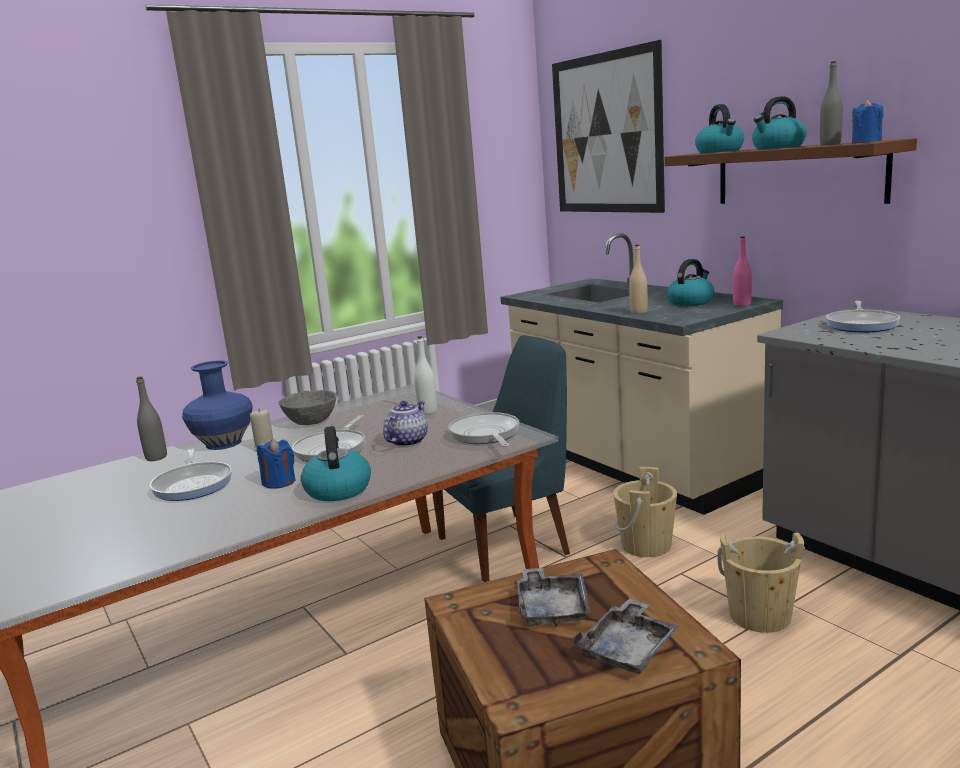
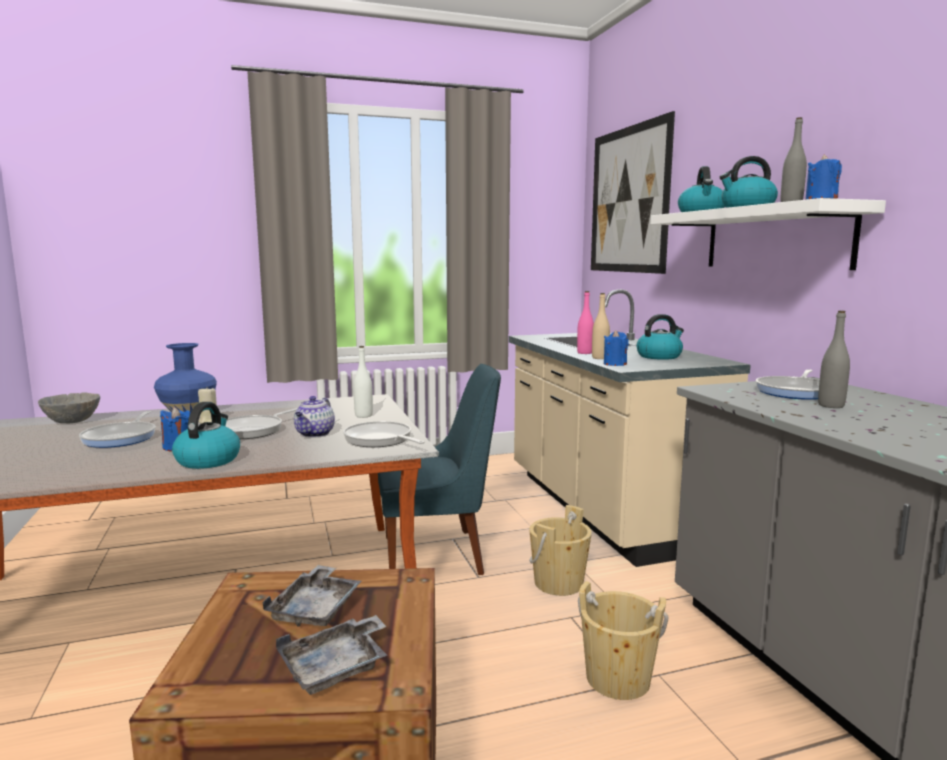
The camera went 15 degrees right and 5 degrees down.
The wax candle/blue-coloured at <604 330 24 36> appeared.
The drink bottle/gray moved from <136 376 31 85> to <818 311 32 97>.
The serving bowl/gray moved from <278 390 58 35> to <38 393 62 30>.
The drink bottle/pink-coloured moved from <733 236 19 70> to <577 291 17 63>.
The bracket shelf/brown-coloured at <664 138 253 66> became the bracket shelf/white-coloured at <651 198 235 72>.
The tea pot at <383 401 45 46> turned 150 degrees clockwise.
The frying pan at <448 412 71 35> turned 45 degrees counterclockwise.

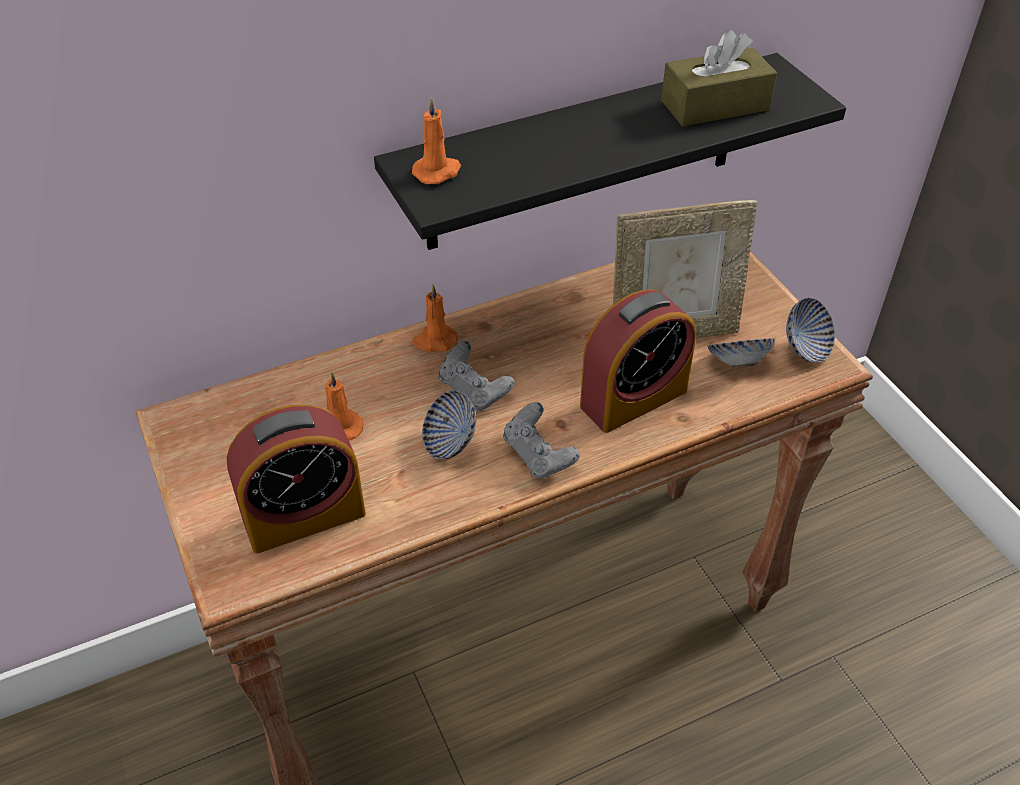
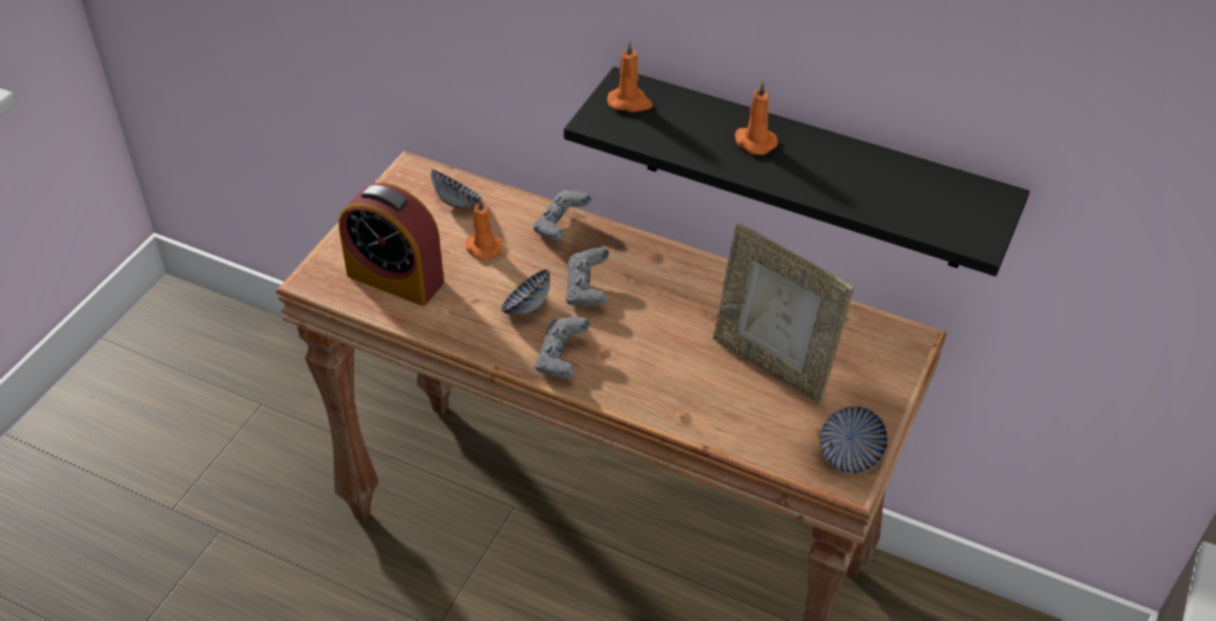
The camera went 50 degrees right and 0 degrees up.
The alarm clock at <580 289 116 144> disappeared.
The tissue holder/brown-coloured at <661 30 116 97> disappeared.
The gamepad/gray at <533 190 59 51> appeared.
The wax candle/orangey moved from <412 285 46 67> to <735 81 43 74>.
The serving bowl moved from <708 338 67 30> to <431 170 51 40>.

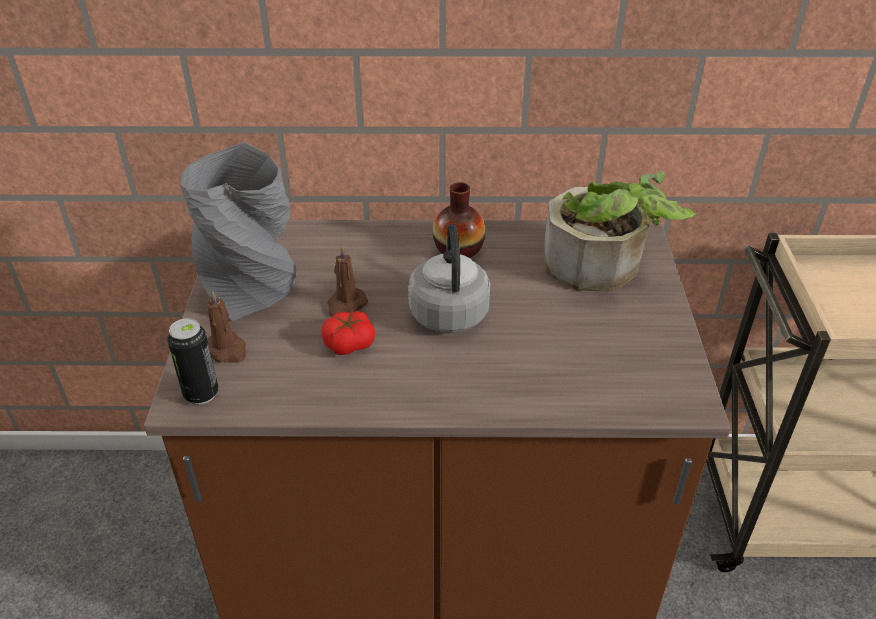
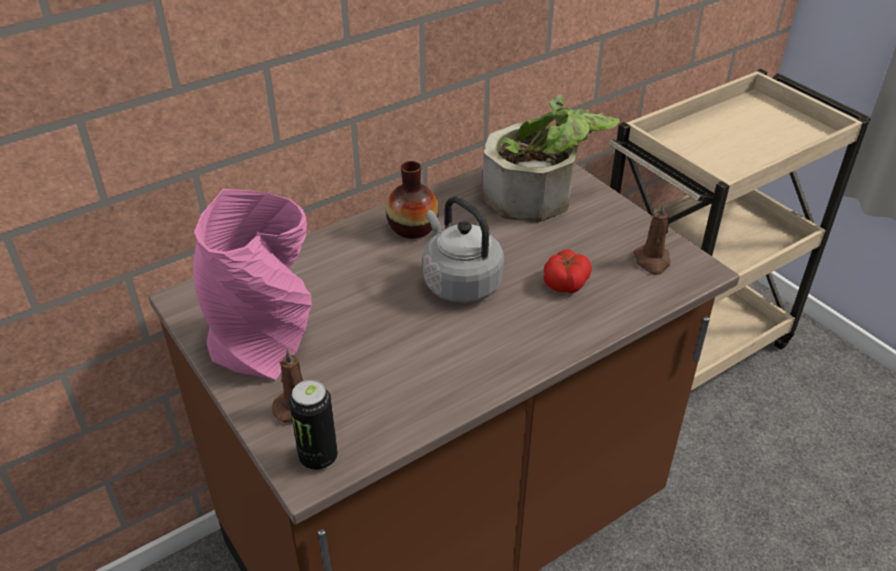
The camera went 35 degrees left and 0 degrees up.
The whole tomato moved from <321 311 54 44> to <544 249 48 44>.
The wax candle/brown-coloured moved from <327 245 41 72> to <633 202 38 73>.
The vase/gray at <180 142 116 179> became the vase/pink-coloured at <193 189 119 191>.

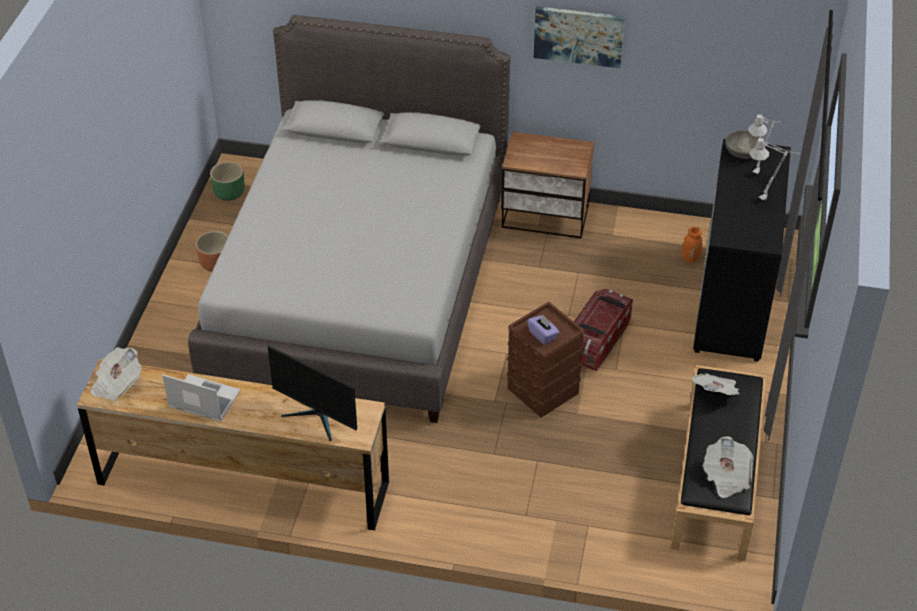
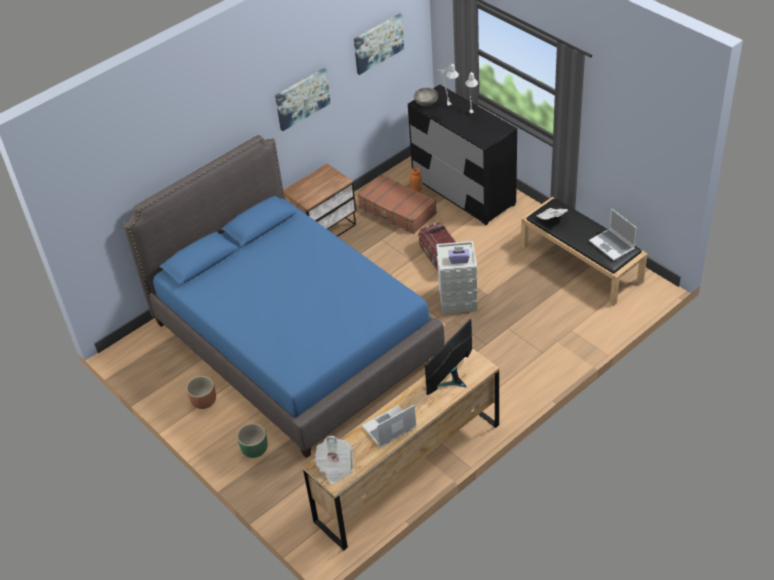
The camera went 50 degrees left and 0 degrees up.
The picture at <354 13 50 62> appeared.
The suitcase/brown-coloured at <358 174 79 60> appeared.
The planter/green-coloured moved from <210 162 35 39> to <237 423 31 35>.
The newspaper at <703 436 50 62> was replaced by the portable computer at <589 208 48 53>.
The bedroom bed/gray at <188 15 322 408> became the bedroom bed/blue-coloured at <123 135 322 323>.
The storage bin/brown-coloured at <507 302 78 116> became the storage bin/gray at <436 241 42 73>.
The computer display at <268 346 89 95> turned 150 degrees clockwise.

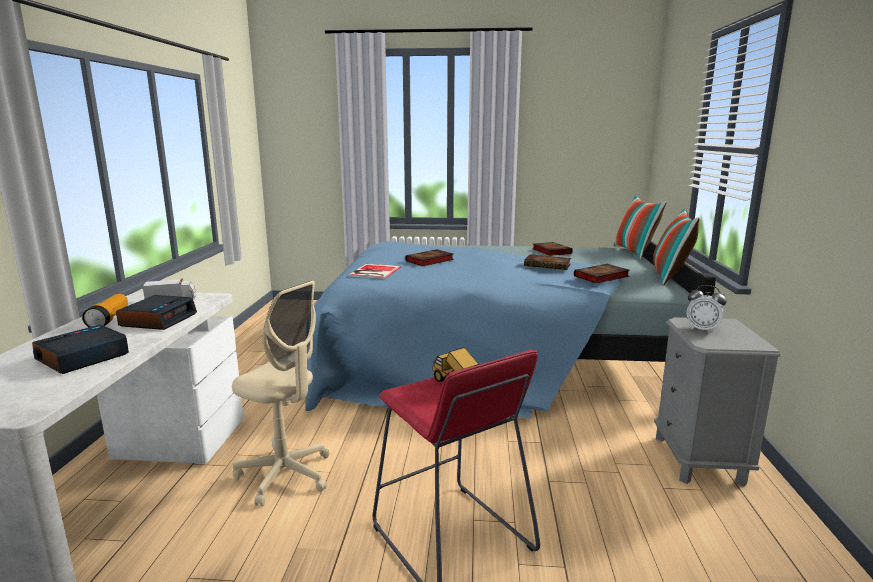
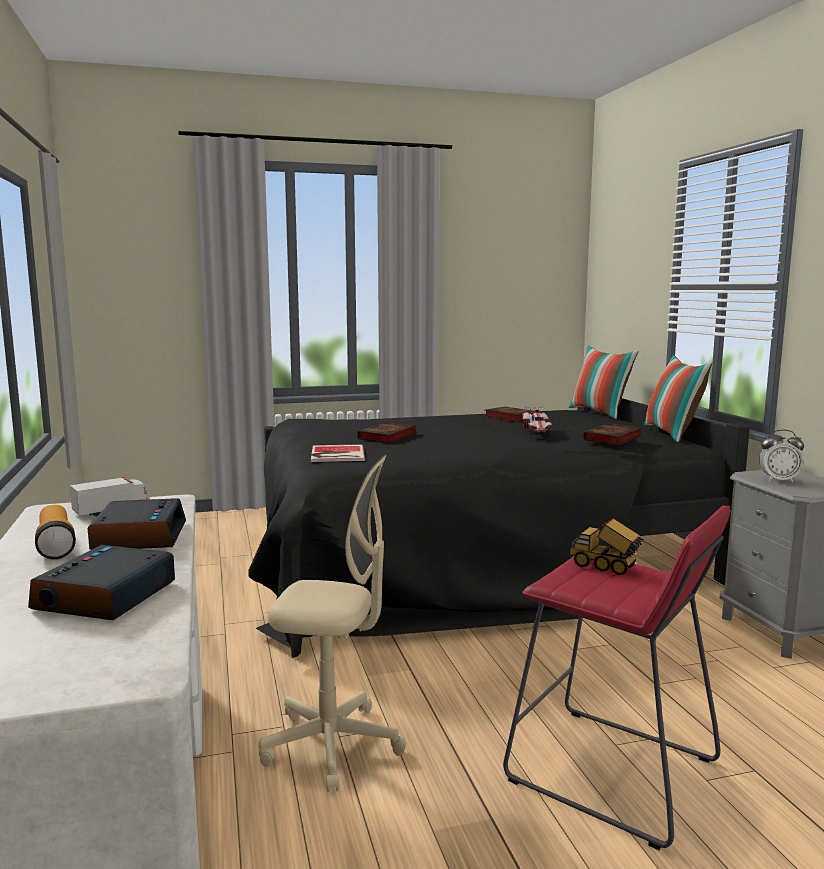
The camera went 20 degrees left and 5 degrees down.
The book at <524 254 47 16> was replaced by the model car at <522 406 30 29>.
The bedroom bed/blue-coloured at <305 241 411 177> became the bedroom bed/black at <248 398 502 260>.

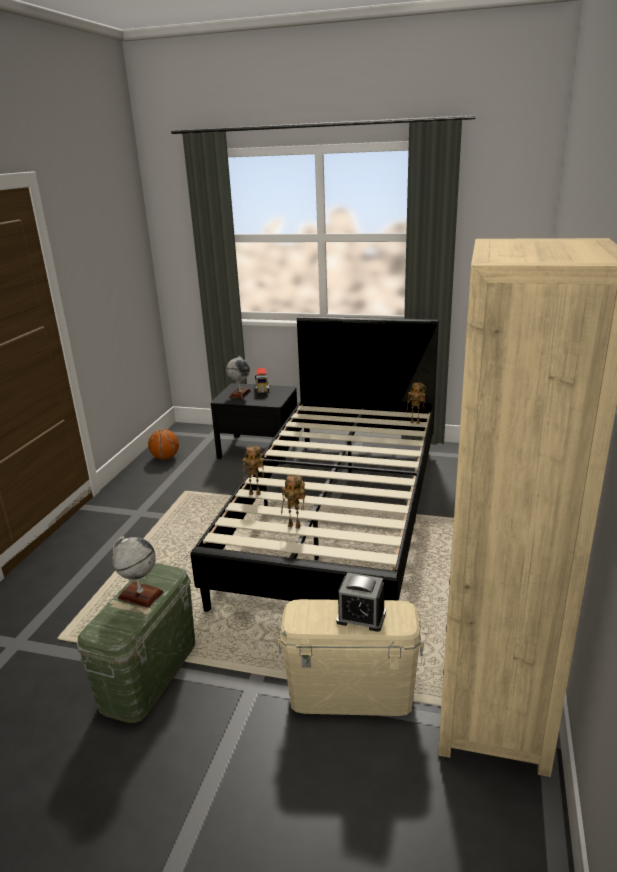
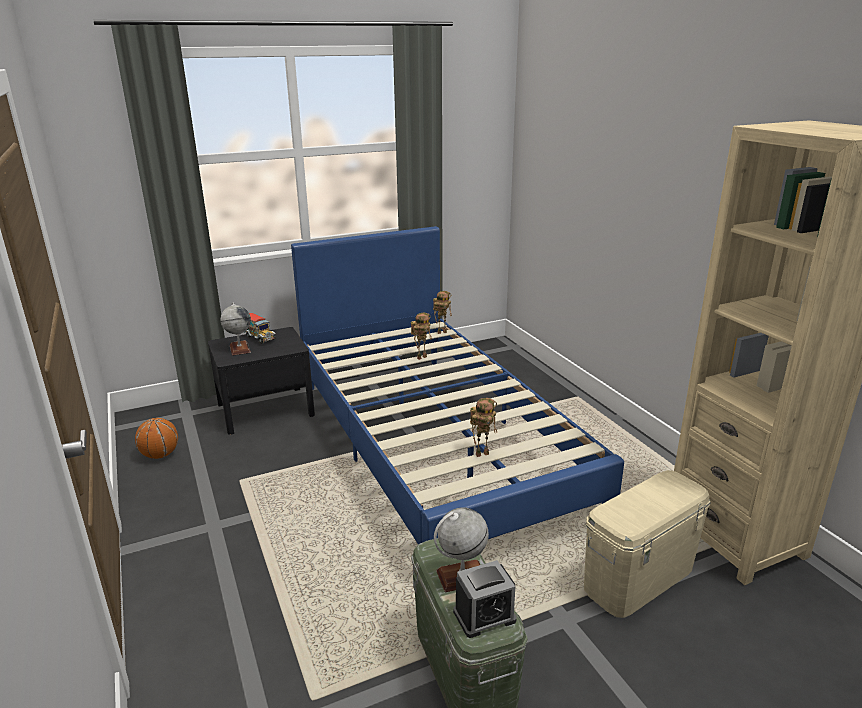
The camera went 40 degrees left and 0 degrees up.
The robot figure moved from <242 446 22 49> to <411 313 21 47>.
The alarm clock moved from <336 572 50 60> to <453 560 64 78>.
The bedroom bed/black at <191 316 248 296> became the bedroom bed/blue-coloured at <291 226 333 318>.

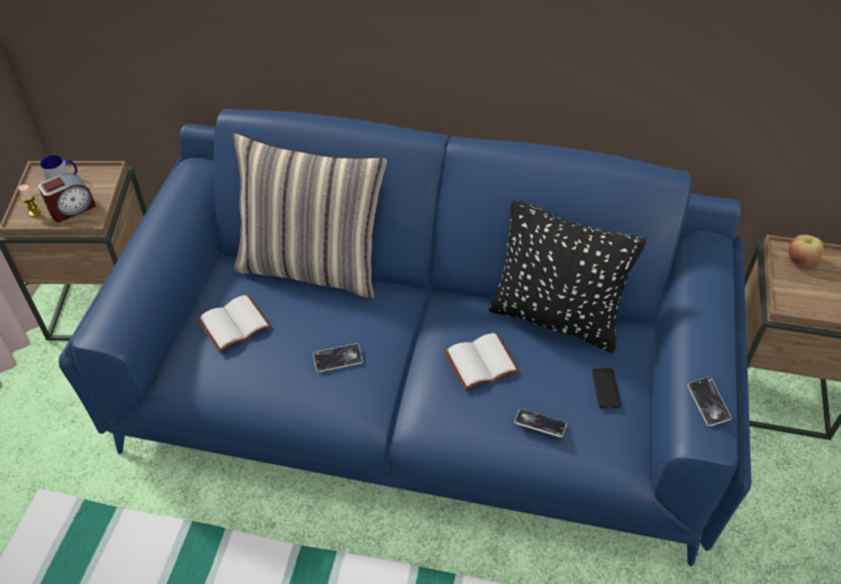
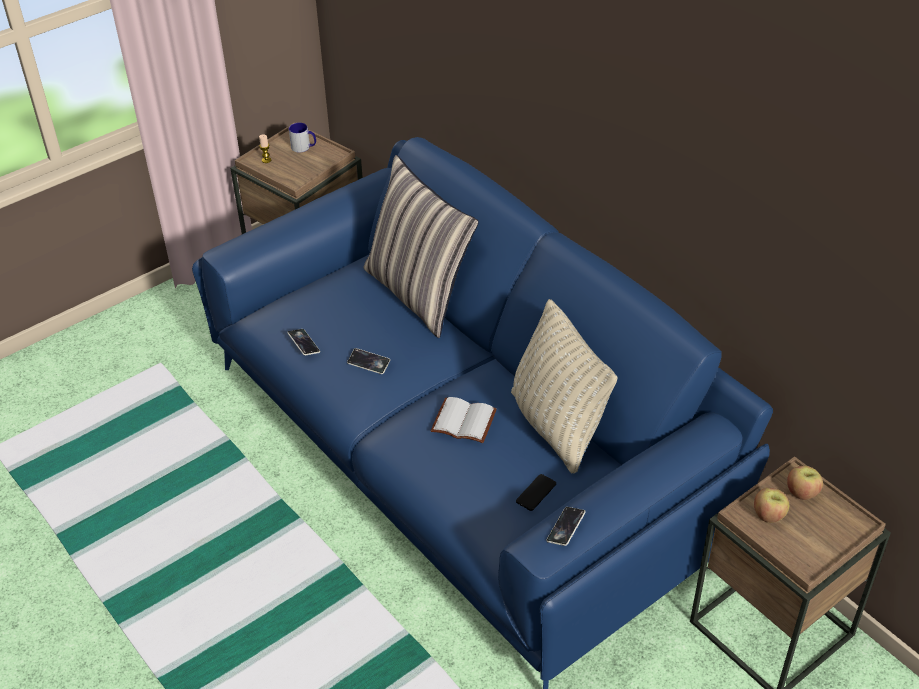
The camera went 40 degrees right and 5 degrees down.
The alarm clock at <38 173 58 49> disappeared.
The book/white-coloured at <197 294 74 58> disappeared.
The apple fruit at <754 488 35 35> appeared.
The phone moved from <514 409 53 28> to <287 329 33 26>.
The throw pillow/black at <489 200 157 153> became the throw pillow/sand-coloured at <511 299 107 175>.

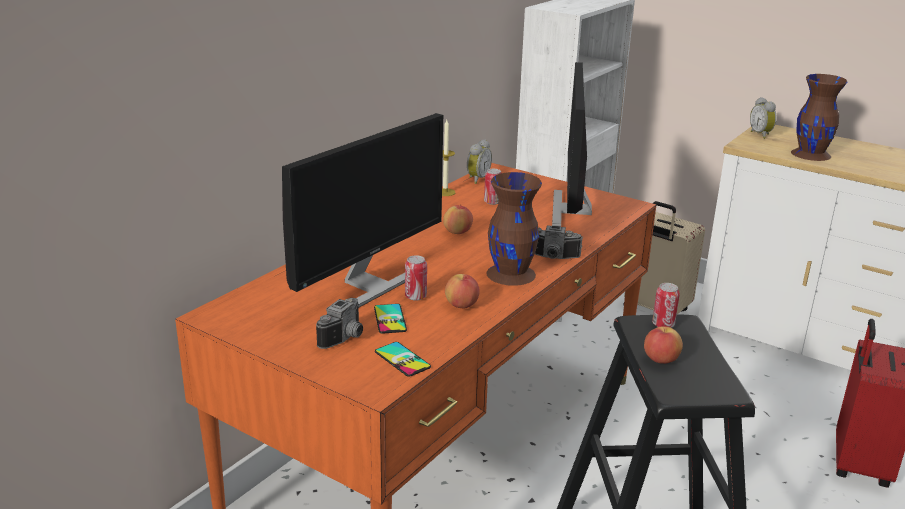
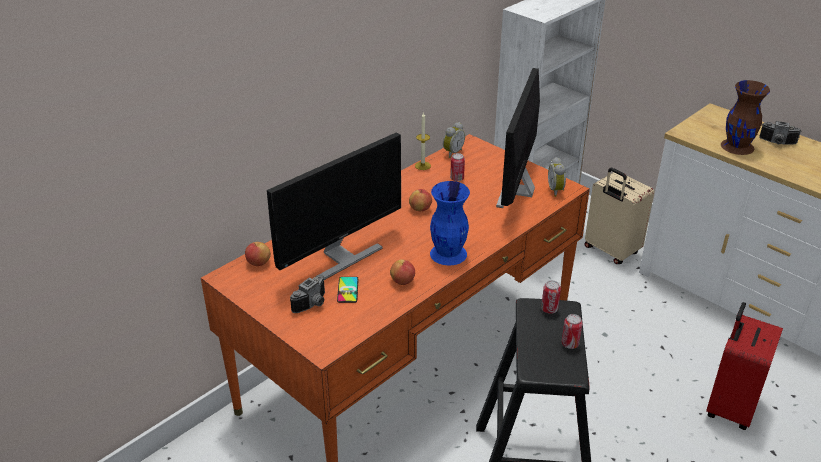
The camera went 10 degrees right and 10 degrees up.
The phone at <375 342 56 35> disappeared.
The metal can moved from <405 255 22 46> to <562 314 20 35>.
The still camera moved from <535 225 48 34> to <759 121 42 24>.
The apple fruit moved from <644 326 39 38> to <245 242 26 24>.
The alarm clock moved from <750 97 27 42> to <548 157 18 40>.
The vase/brown-coloured at <486 172 56 114> became the vase/blue-coloured at <430 181 40 84>.

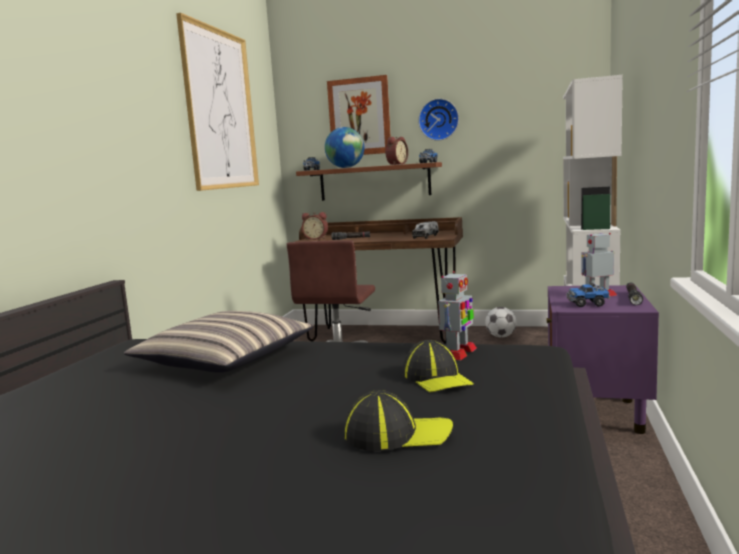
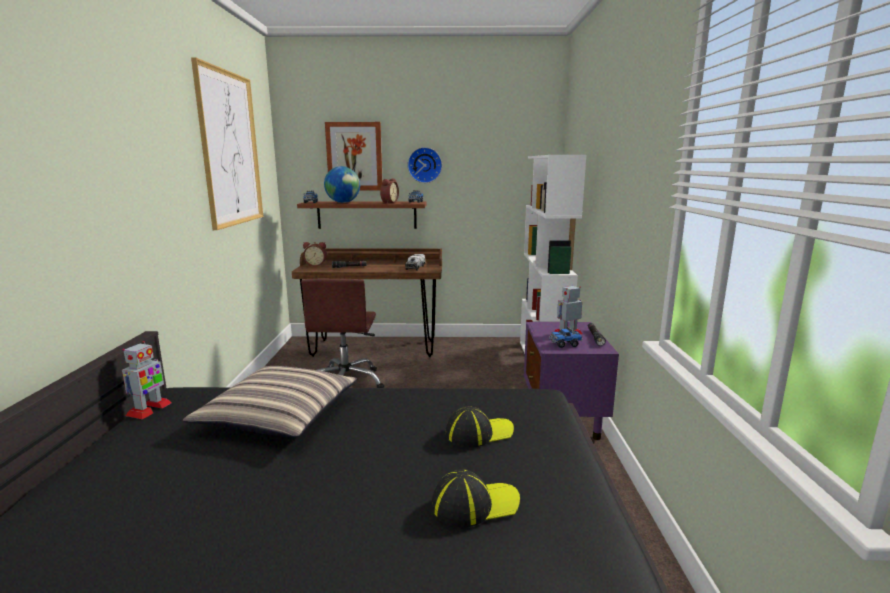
The camera went 15 degrees left and 5 degrees up.
The football ball at <485 307 32 30> disappeared.
The robot figure moved from <438 271 39 89> to <122 341 50 78>.
The cap at <402 340 72 53> turned 75 degrees counterclockwise.

